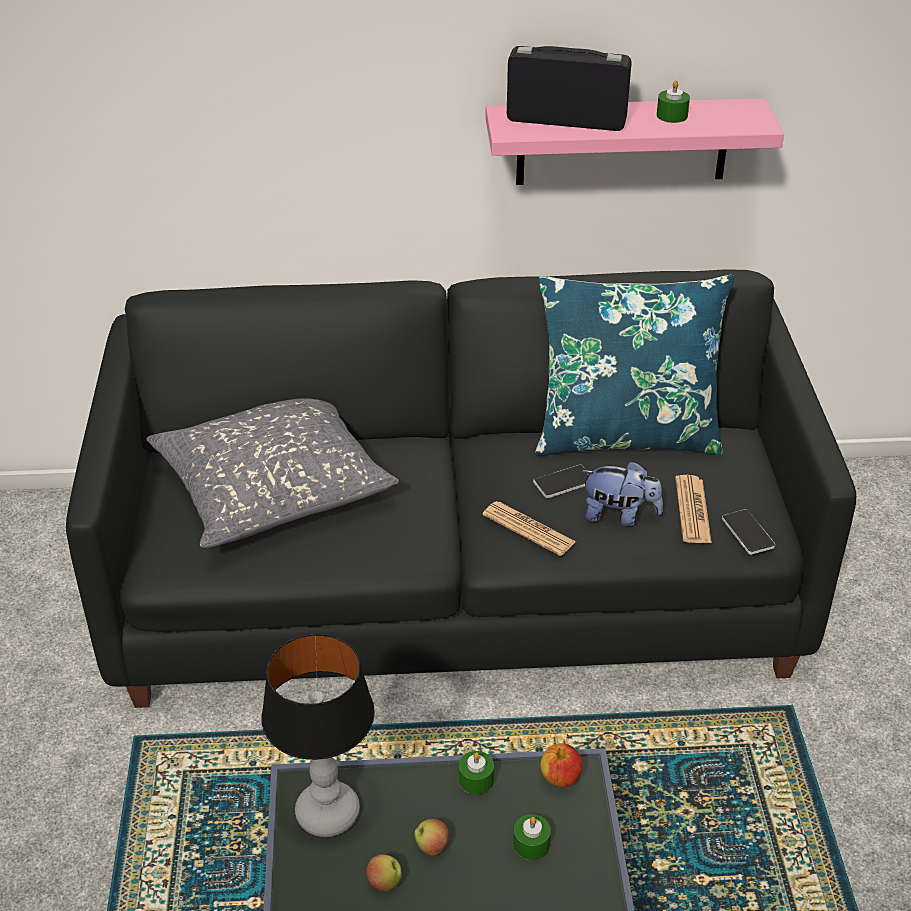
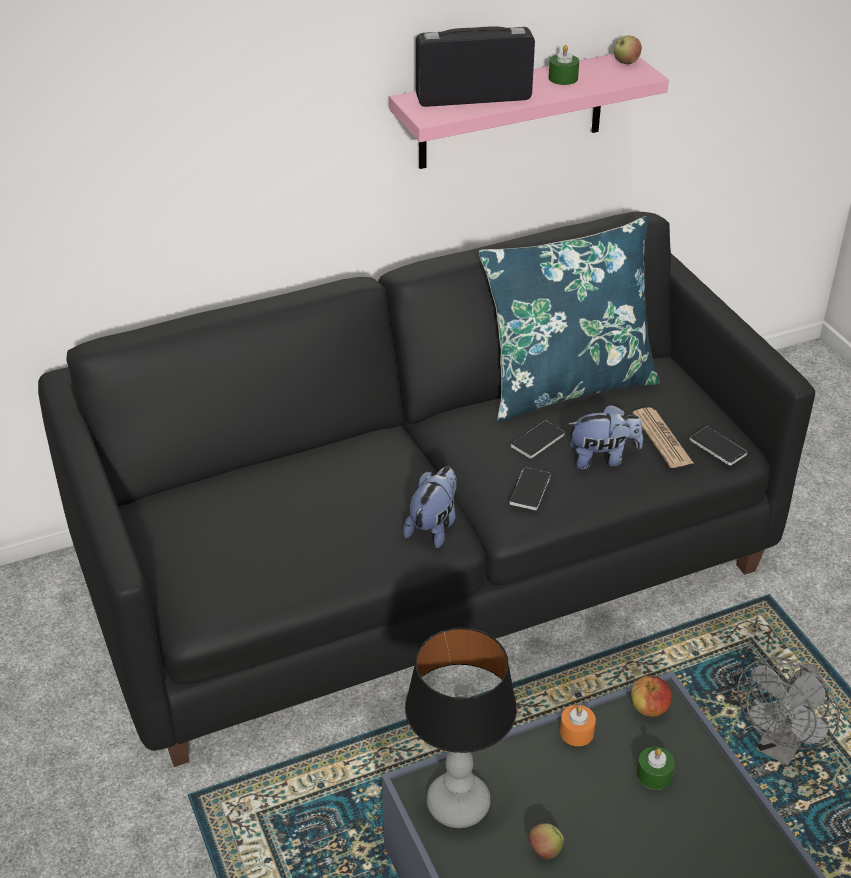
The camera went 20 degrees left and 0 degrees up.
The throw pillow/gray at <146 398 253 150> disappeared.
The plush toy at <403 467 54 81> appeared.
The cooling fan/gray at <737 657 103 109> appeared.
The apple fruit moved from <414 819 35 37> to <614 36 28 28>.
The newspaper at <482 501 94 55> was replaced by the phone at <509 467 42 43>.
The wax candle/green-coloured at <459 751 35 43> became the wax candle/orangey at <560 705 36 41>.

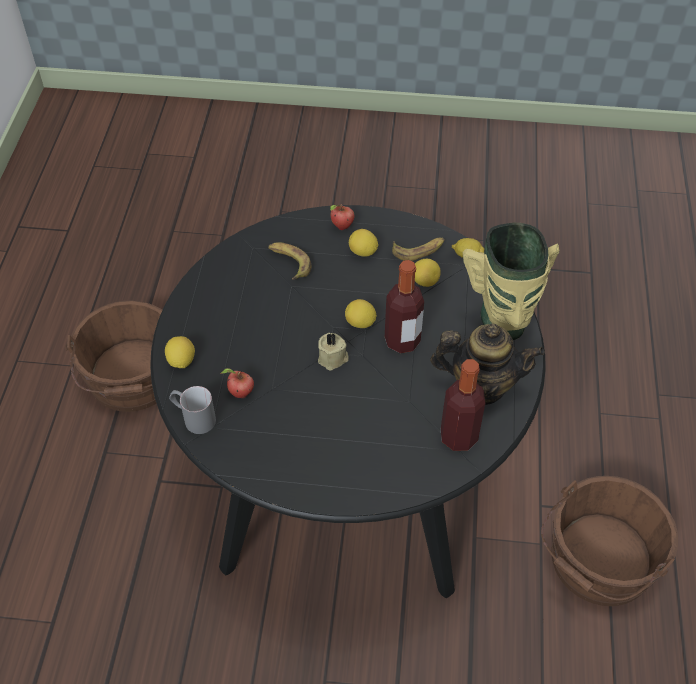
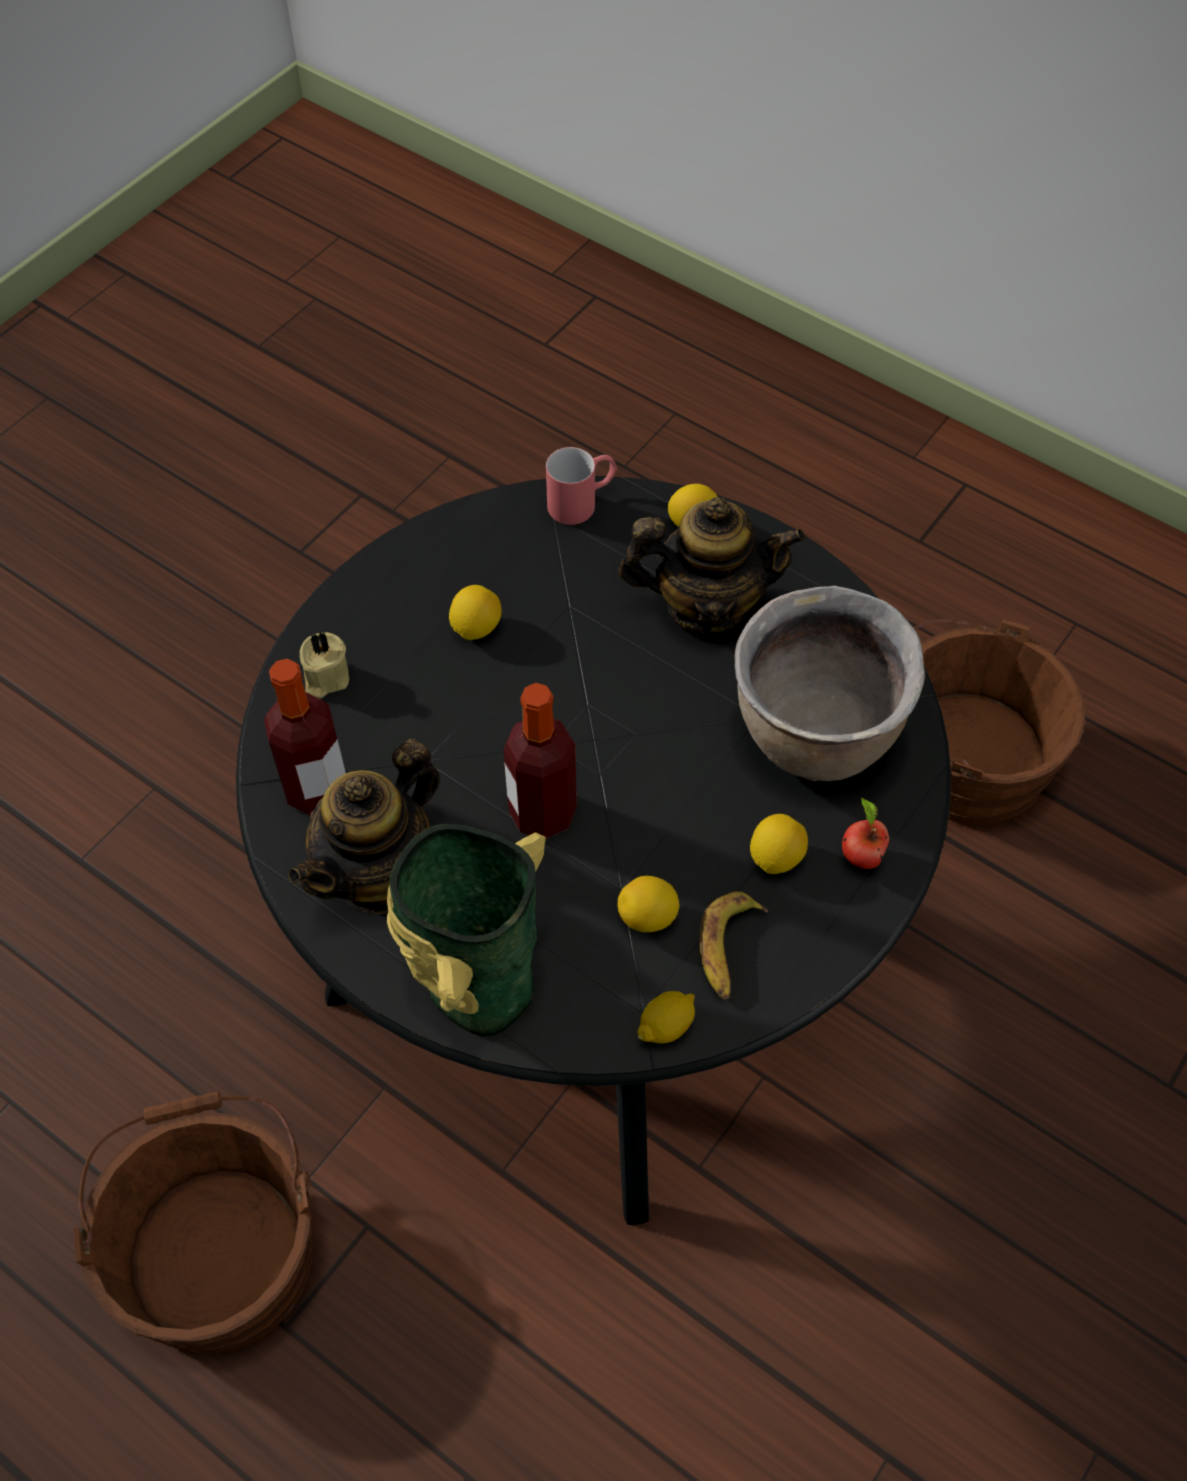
The camera went 120 degrees right and 5 degrees up.
The apple fruit at <221 368 33 30> disappeared.
The tea pot at <618 497 187 140> appeared.
The wax candle/sand-coloured moved from <318 333 31 38> to <300 632 49 66>.
The whole lemon moved from <345 299 32 29> to <449 585 52 55>.
The banana fruit at <268 242 43 38> was replaced by the stockpot/brown-coloured at <734 586 191 195>.
The mug/gray at <169 386 47 48> became the mug/red-coloured at <546 447 71 78>.

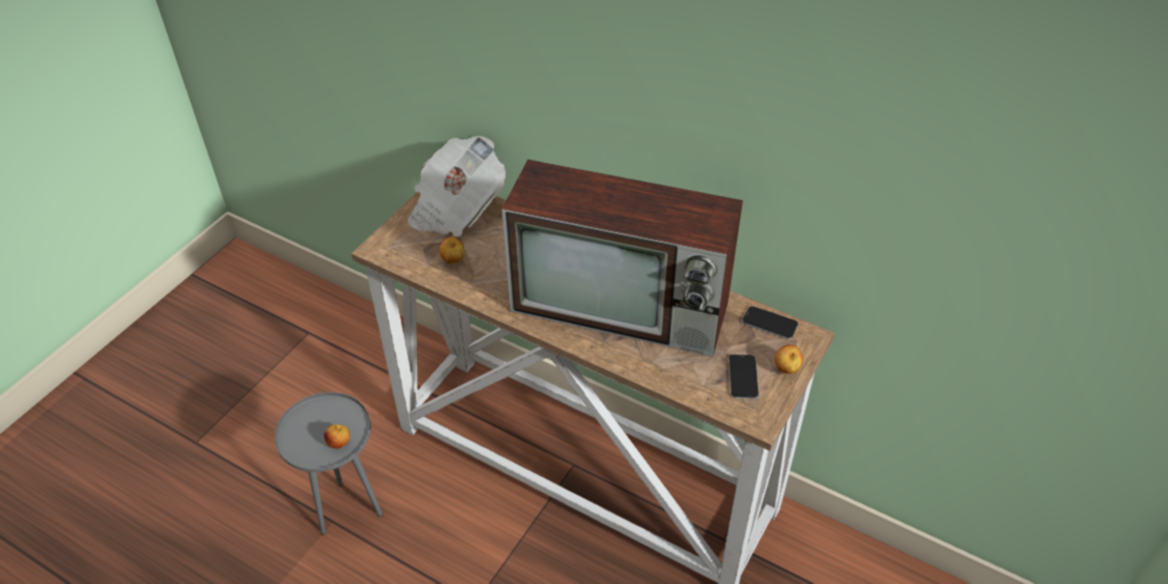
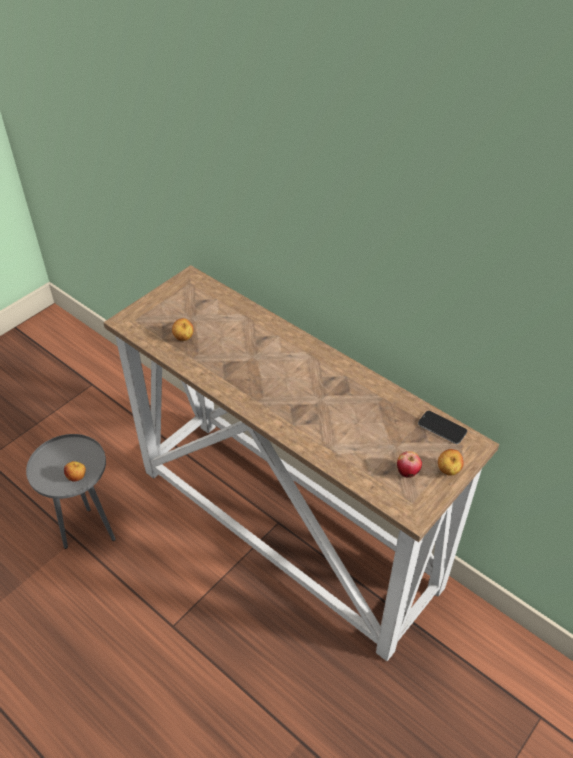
The camera went 10 degrees right and 0 degrees up.
The newspaper at <408 136 98 101> disappeared.
The TV set at <502 159 241 198> disappeared.
The phone at <729 355 30 44> was replaced by the apple fruit at <397 451 25 27>.

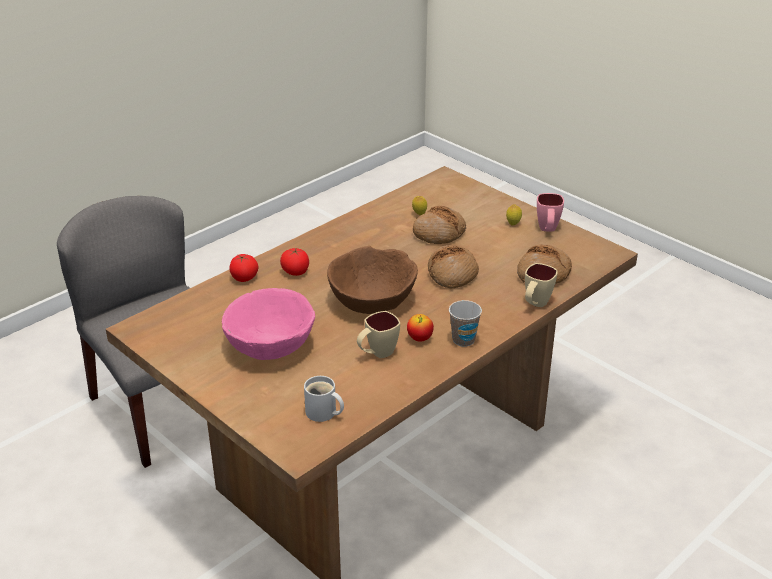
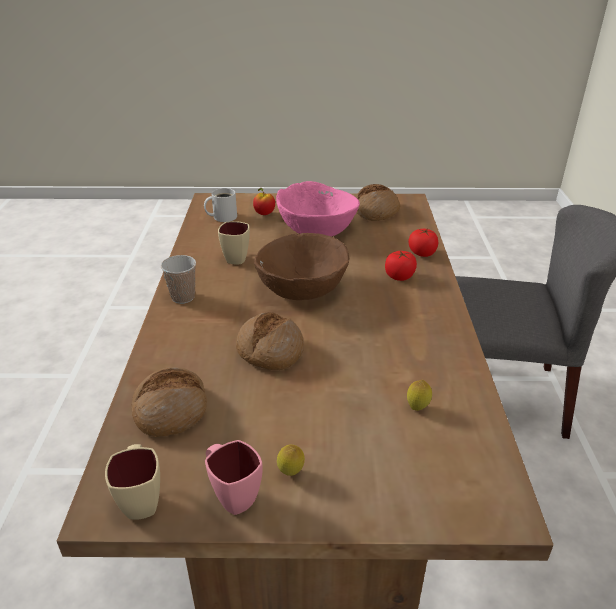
The camera went 135 degrees right and 0 degrees up.
The apple fruit moved from <407 314 27 28> to <253 188 22 27>.
The baked bread moved from <413 206 53 38> to <356 184 44 37>.
The mug/sand-coloured moved from <525 263 33 44> to <105 444 55 76>.

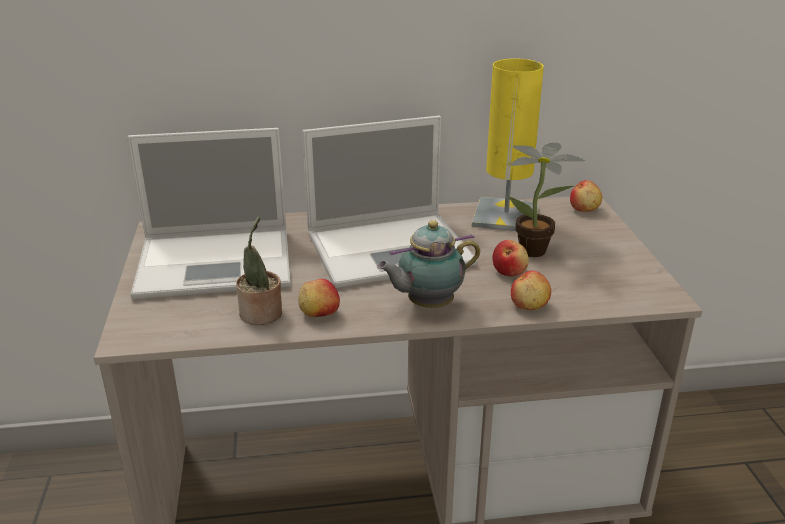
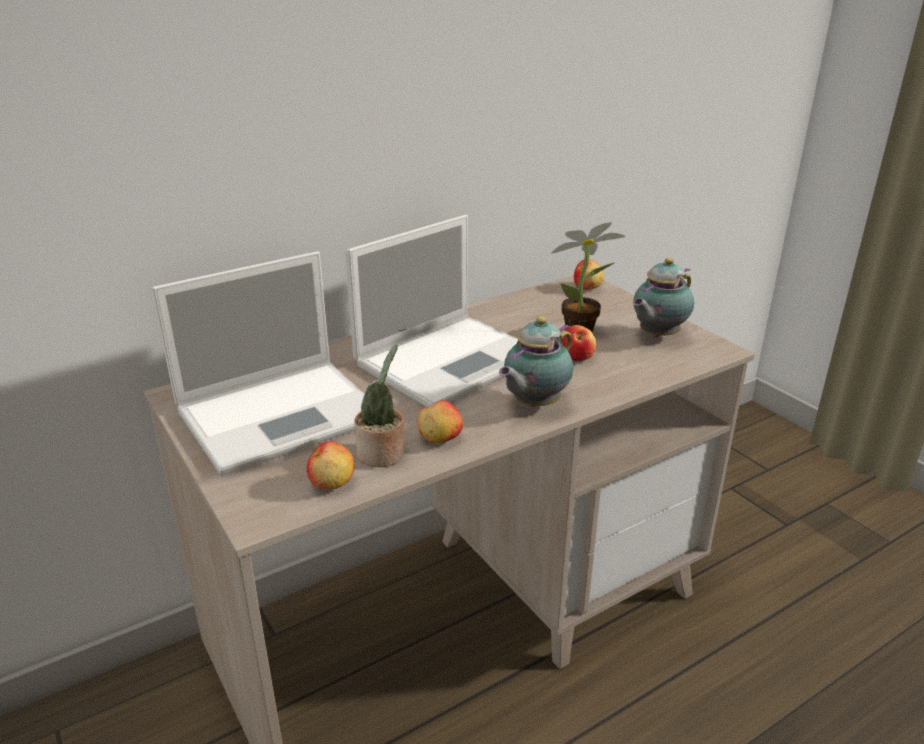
The camera went 25 degrees left and 0 degrees up.
The table lamp/yellow at <472 58 72 173> disappeared.
The tea pot at <633 258 61 79> appeared.
The apple fruit moved from <511 270 40 40> to <307 441 48 49>.

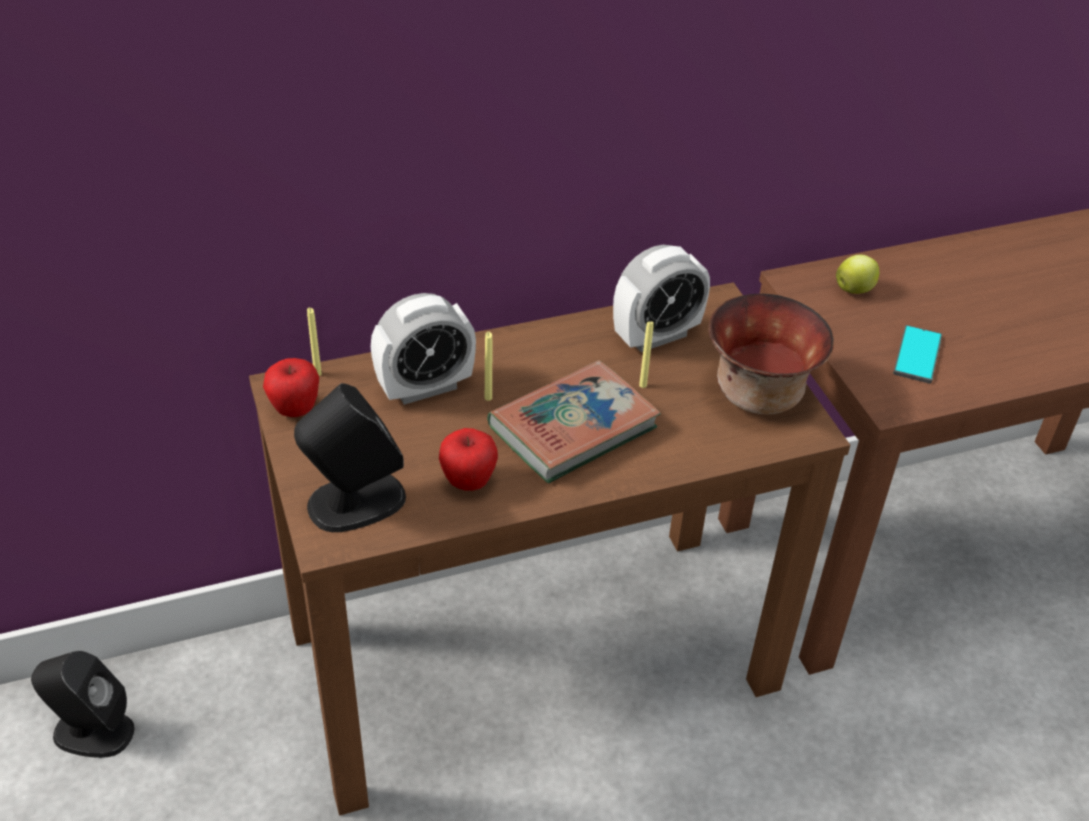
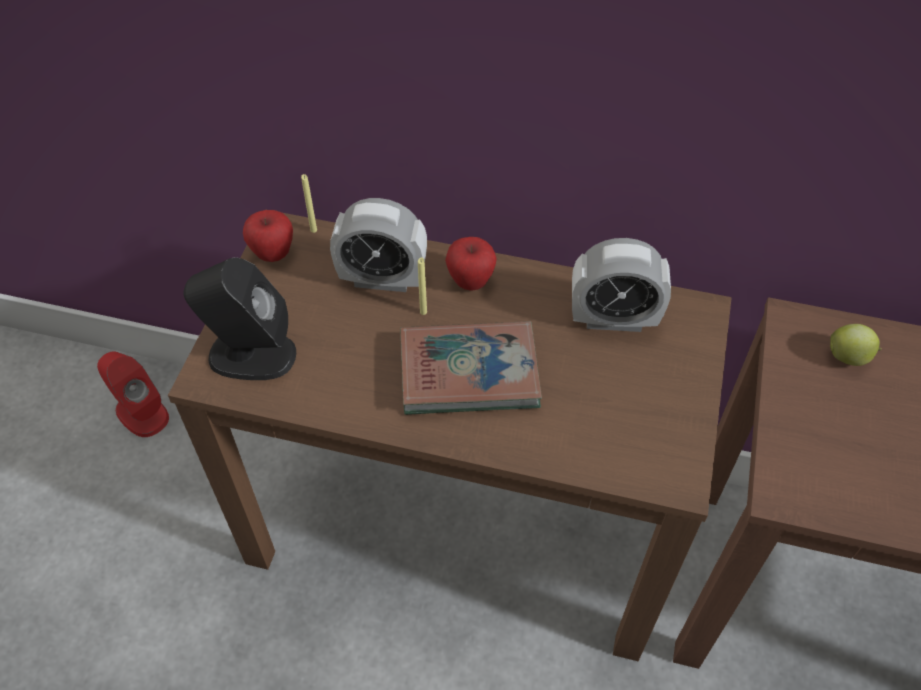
The camera went 35 degrees right and 10 degrees up.
The wax candle/yellow at <639 320 15 68> disappeared.
The serving bowl at <709 294 125 120> disappeared.
The phone at <893 325 49 59> disappeared.
The apple fruit moved from <439 428 59 63> to <445 237 52 54>.
The speaker/black at <31 651 104 107> became the speaker/red-coloured at <97 351 72 86>.

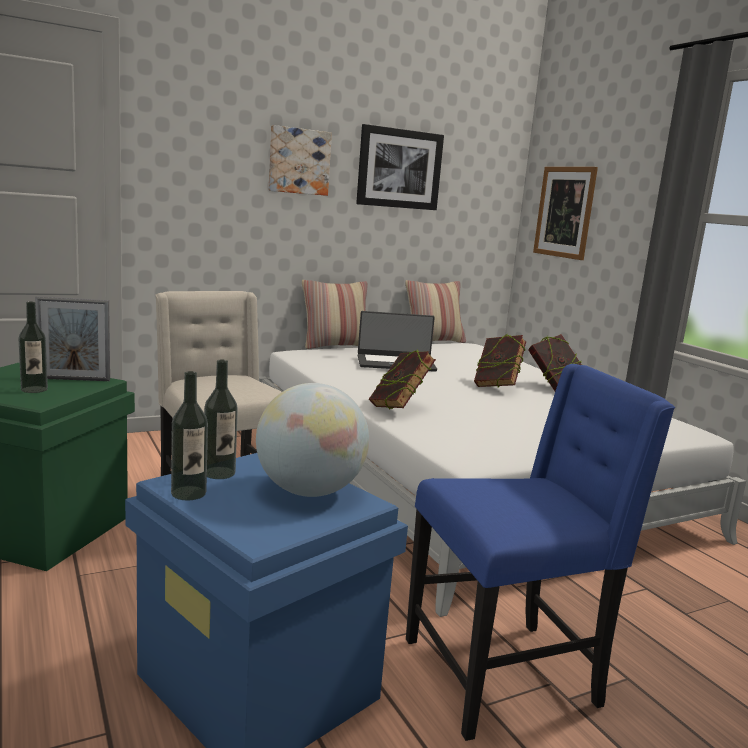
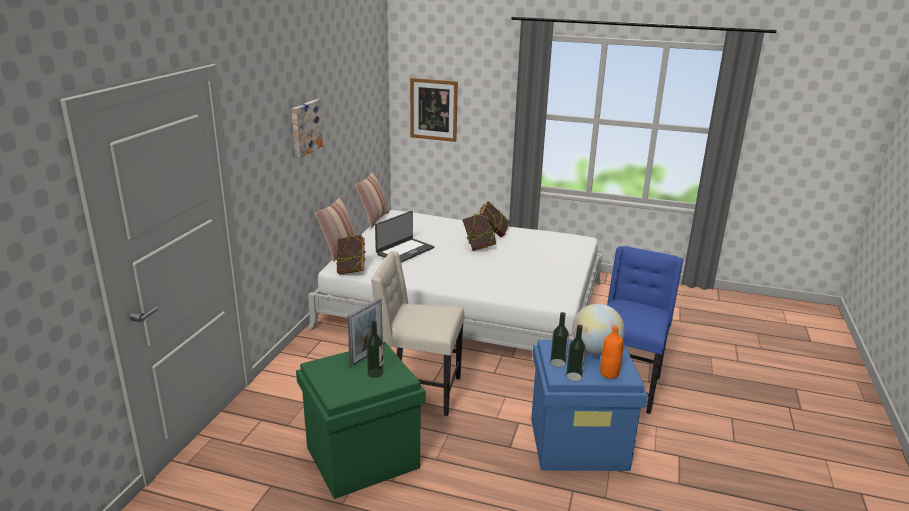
The camera went 45 degrees left and 10 degrees up.
The picture at <356 124 88 86> disappeared.
The drink bottle/orangey at <600 326 23 53> appeared.
The book moved from <369 349 67 60> to <336 235 30 39>.

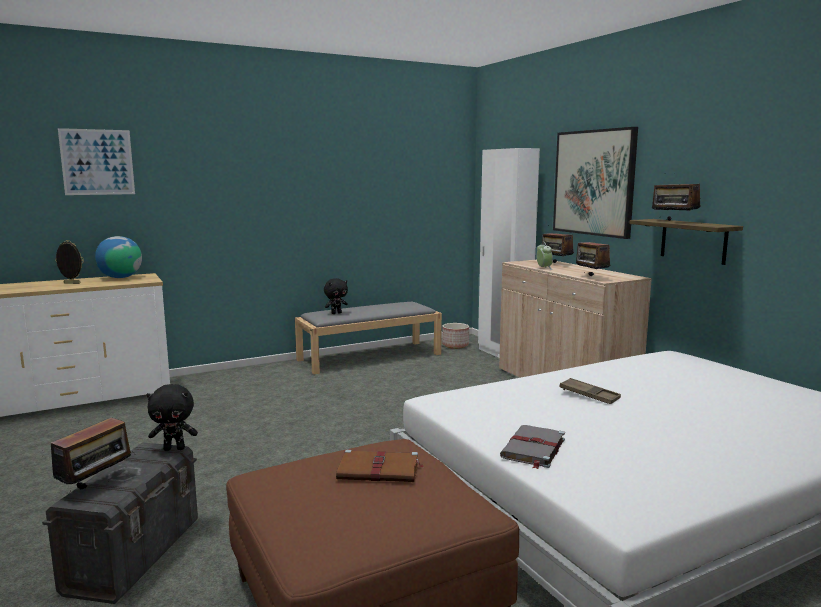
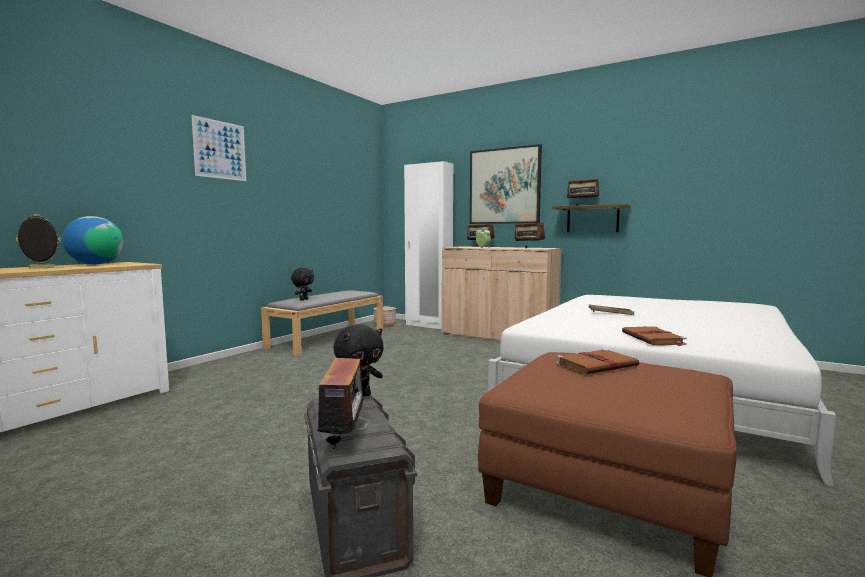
The camera went 30 degrees left and 5 degrees down.
The picture moved from <58 128 77 67> to <192 115 54 66>.
The book/gray at <500 425 65 44> became the book/brown-coloured at <622 326 65 20>.

